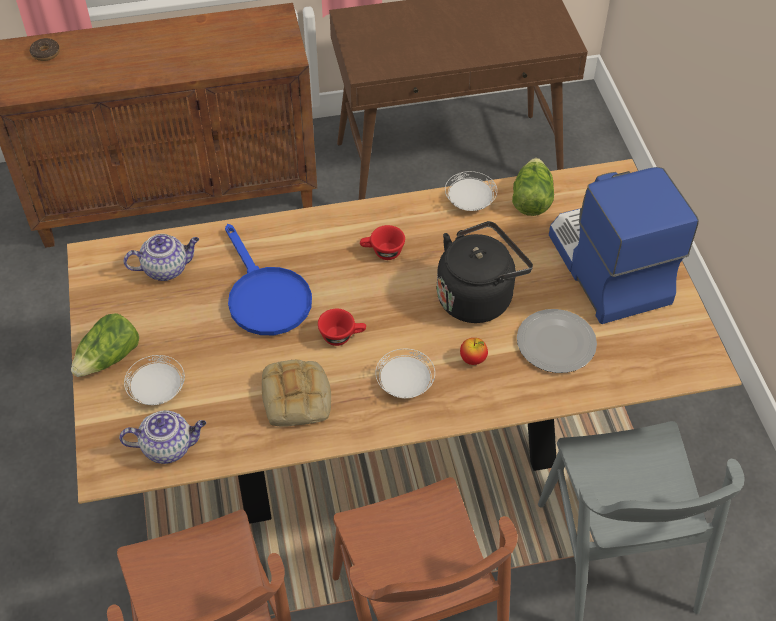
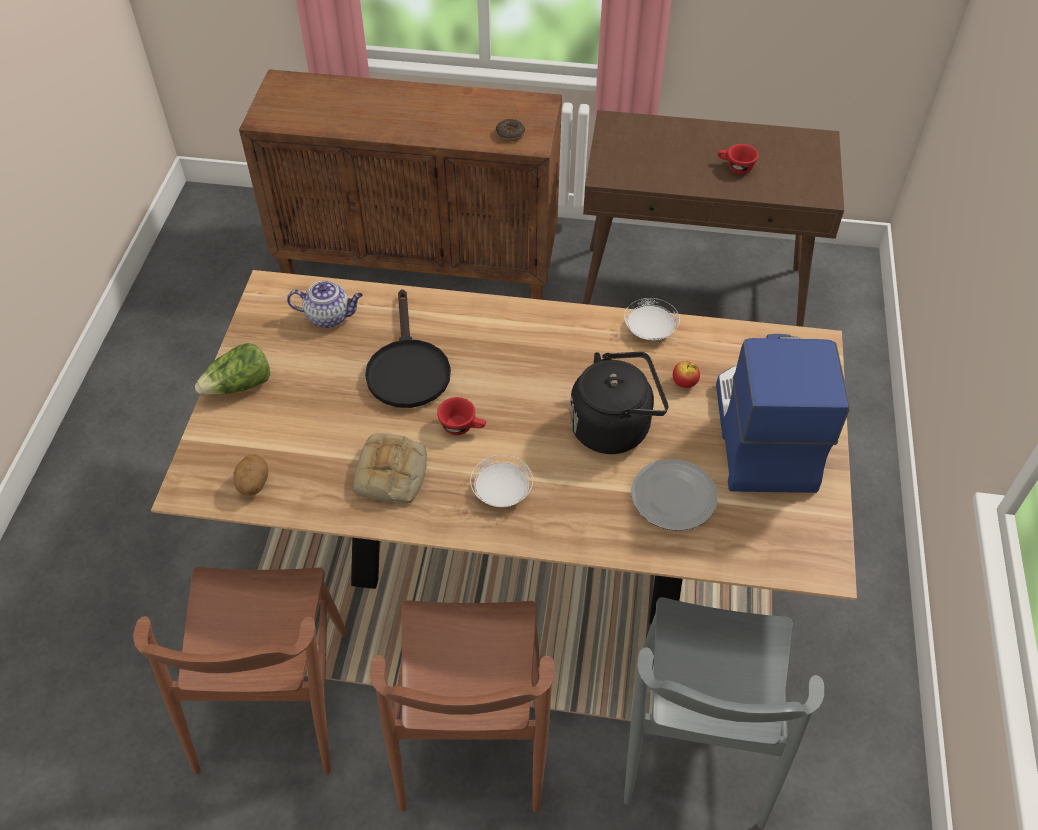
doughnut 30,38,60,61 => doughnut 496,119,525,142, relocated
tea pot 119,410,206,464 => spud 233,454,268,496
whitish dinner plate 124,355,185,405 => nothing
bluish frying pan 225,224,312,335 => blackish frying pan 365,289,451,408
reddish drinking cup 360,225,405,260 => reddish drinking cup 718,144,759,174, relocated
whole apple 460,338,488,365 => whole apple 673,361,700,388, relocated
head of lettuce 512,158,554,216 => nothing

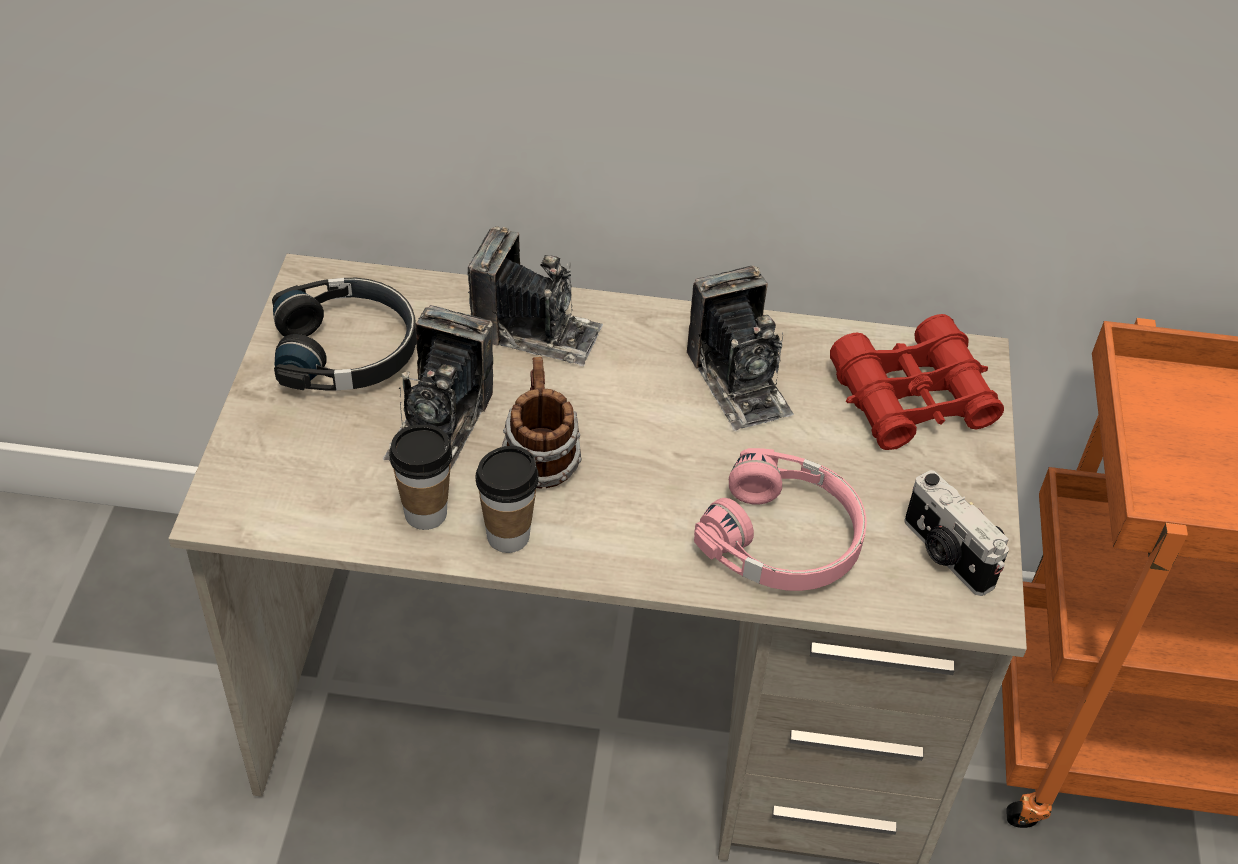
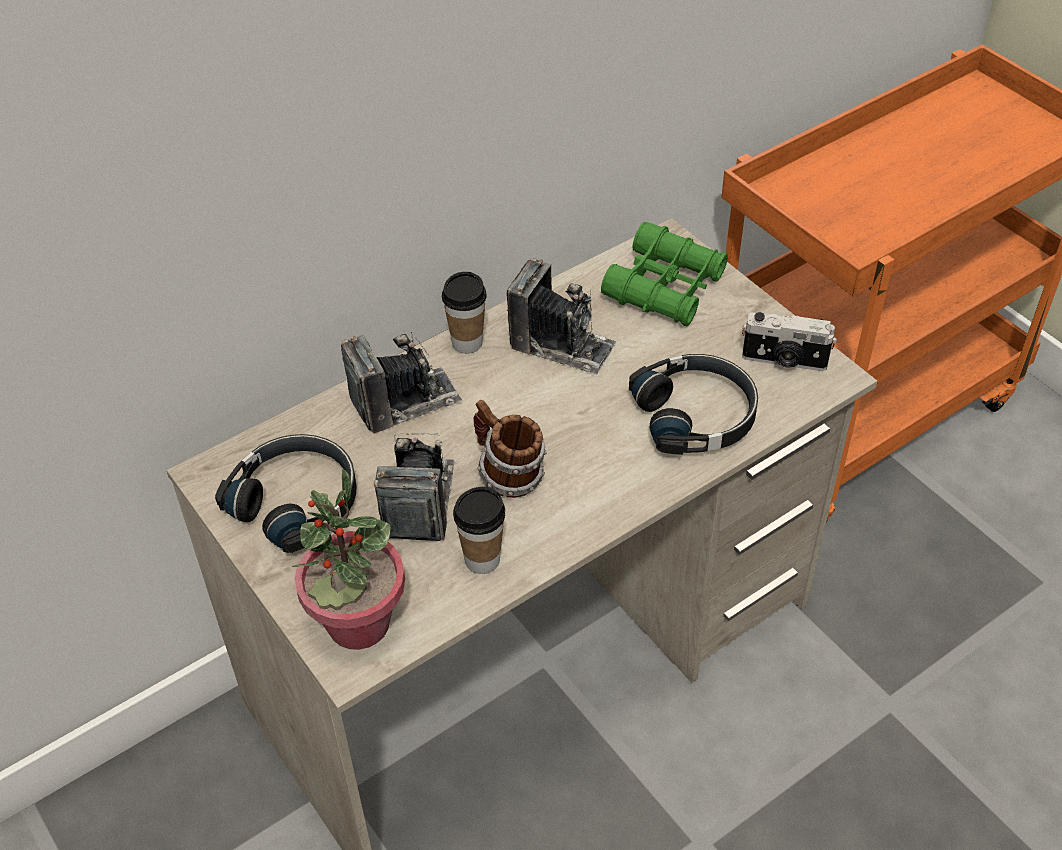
photo camera 383,305,493,470 => photo camera 373,433,456,541, 150 degrees counterclockwise
drinking cup 475,446,539,553 => drinking cup 442,272,487,354, relocated
pinkish headphones 694,448,867,591 => blackish headphones 629,354,758,455
reddish field glasses 830,314,1004,450 => green field glasses 601,222,728,326
nothing => plant in a pot 292,469,405,650

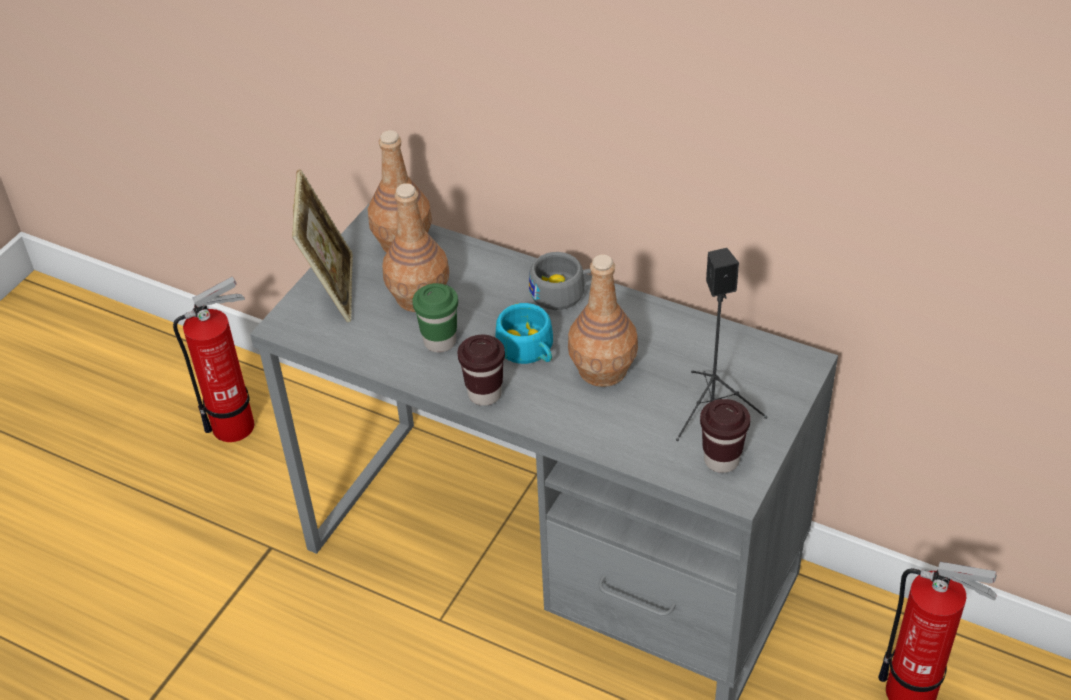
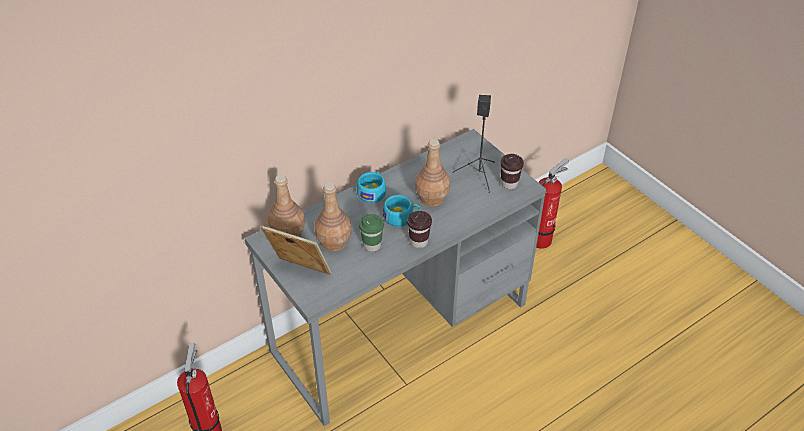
gray drinking cup 529,252,591,310 => turquoise drinking cup 357,171,386,203

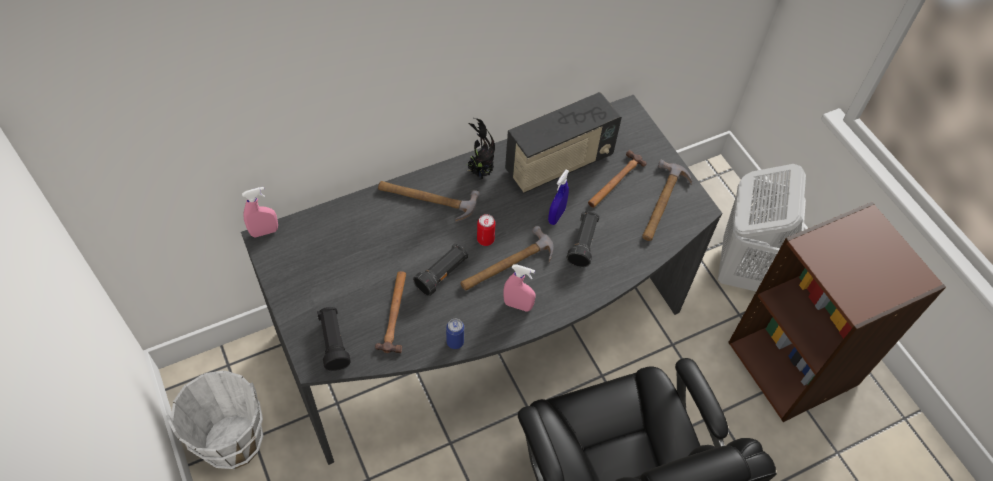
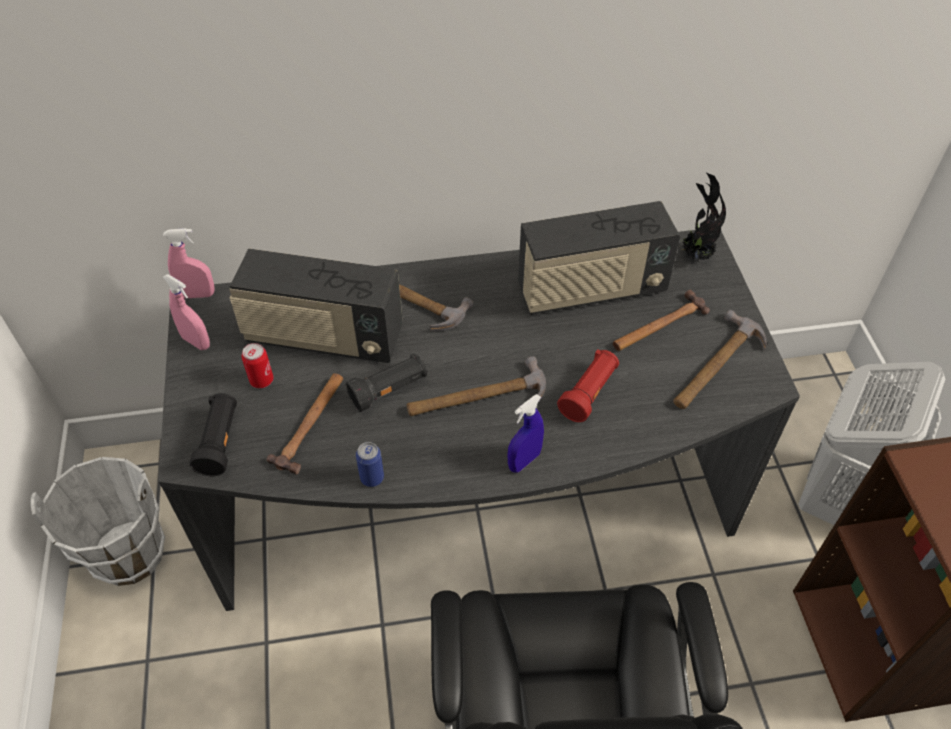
plant in a pot 467,118,495,180 => plant in a pot 682,173,726,262, relocated
sealed can 477,214,496,246 => sealed can 242,343,273,388, relocated
pinkish spray bottle 503,264,536,312 => pinkish spray bottle 163,274,210,350, relocated
bluish spray bottle 548,170,569,225 => bluish spray bottle 508,394,544,473, relocated
blackish flashlight 567,211,599,267 => reddish flashlight 557,349,619,422
nothing => radio receiver 229,248,403,363

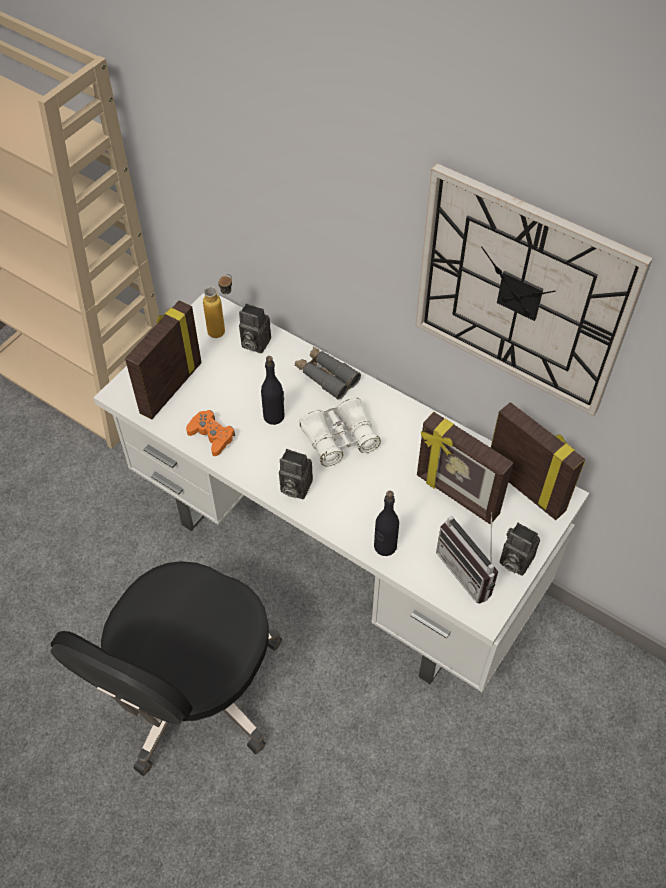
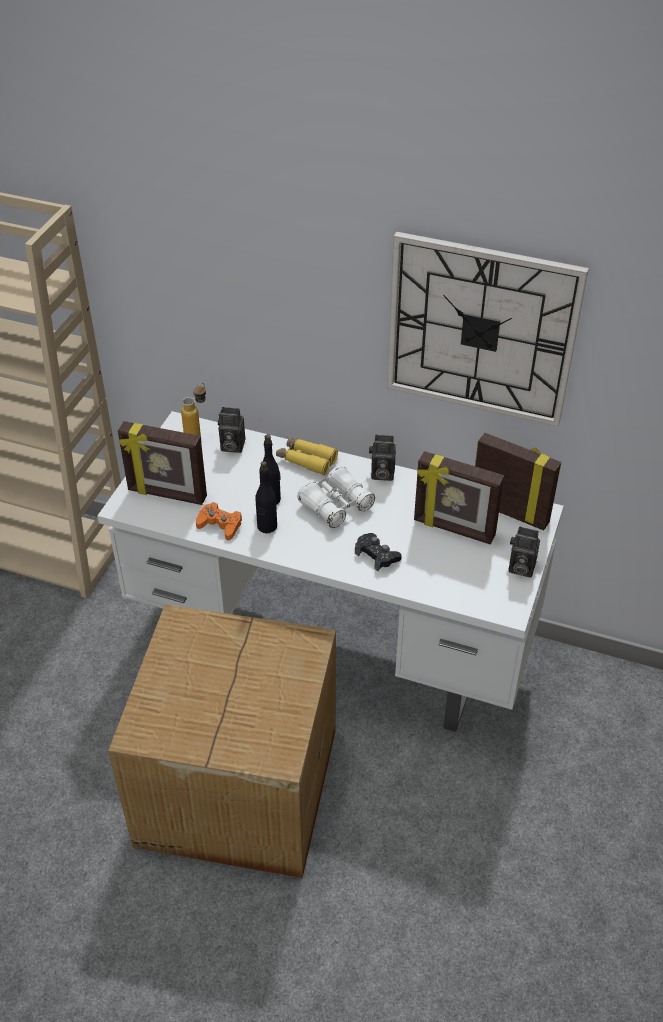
blackish desk chair 50,561,282,776 => carton 108,604,336,878
photo frame 125,300,202,419 => photo frame 118,421,207,505, 90 degrees counterclockwise
photo camera 279,449,313,499 => photo camera 369,435,396,481, relocated
gray field glasses 295,346,361,400 => yellow field glasses 276,437,338,475
blackish beverage bottle 374,491,399,556 => blackish beverage bottle 255,461,277,533, relocated
radio receiver 436,512,499,604 => nothing
nothing => blackish joypad 355,533,402,571

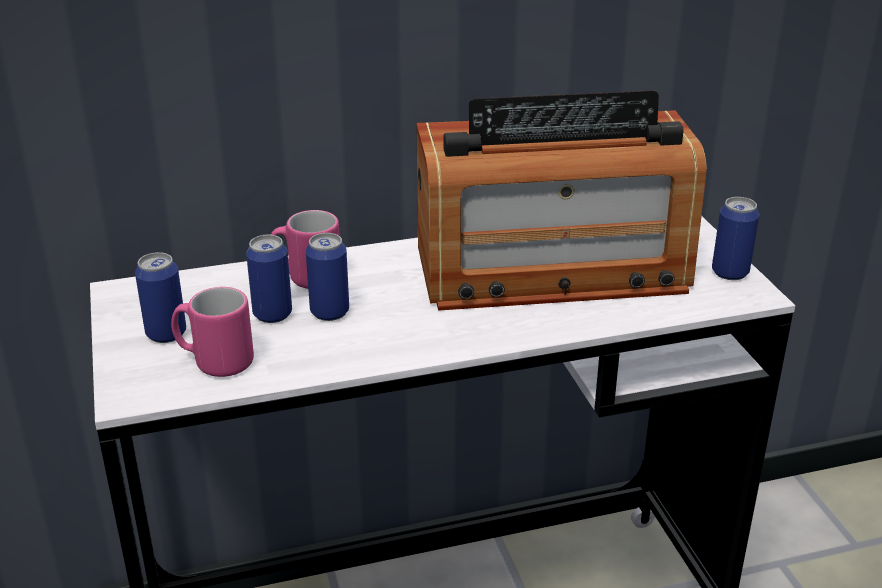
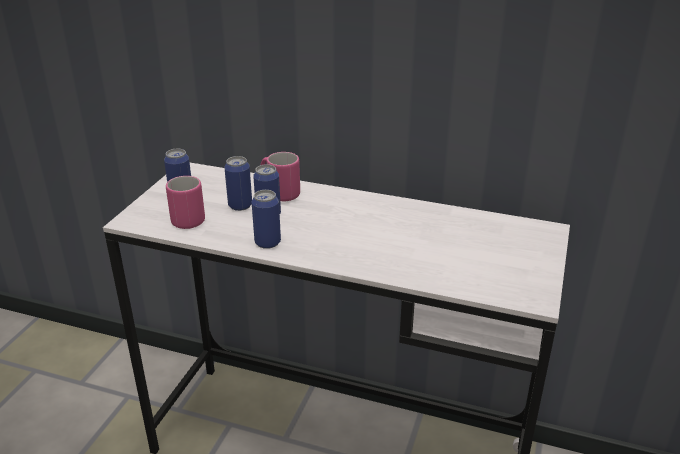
radio receiver 416,90,707,311 => nothing
sealed can 712,197,759,280 => sealed can 252,190,281,249, relocated

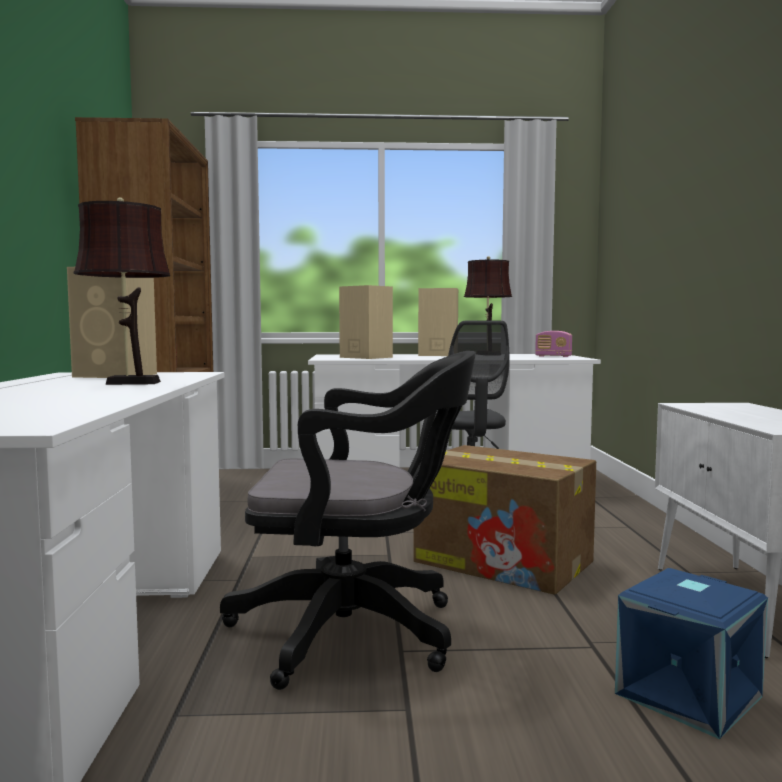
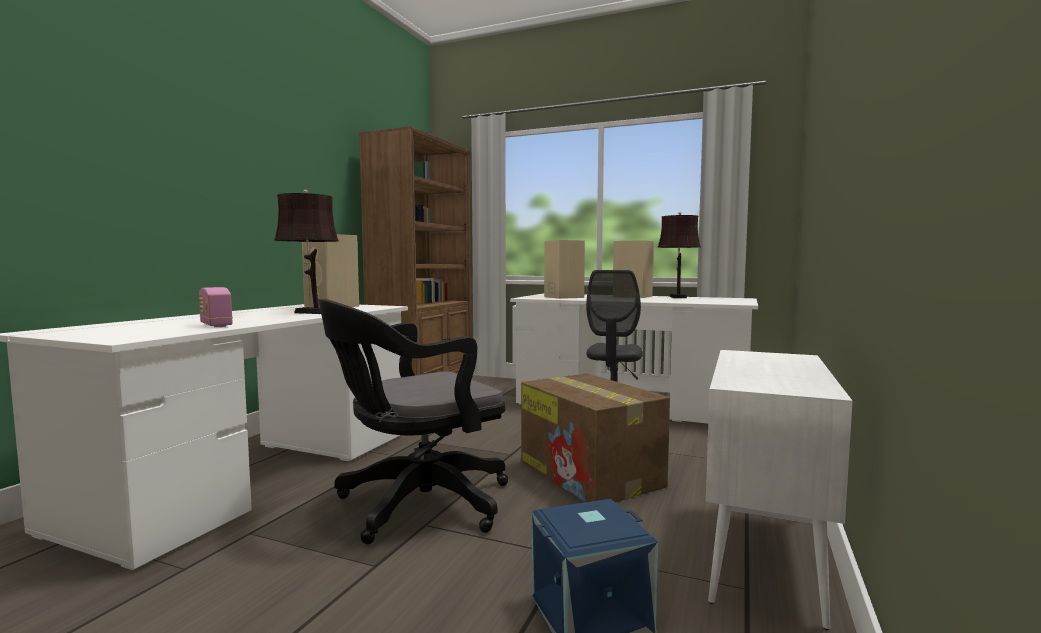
blackish desk chair 220,351,476,690 => blackish desk chair 318,299,508,544, 120 degrees clockwise
radio receiver 535,331,572,357 => radio receiver 199,287,233,327, relocated

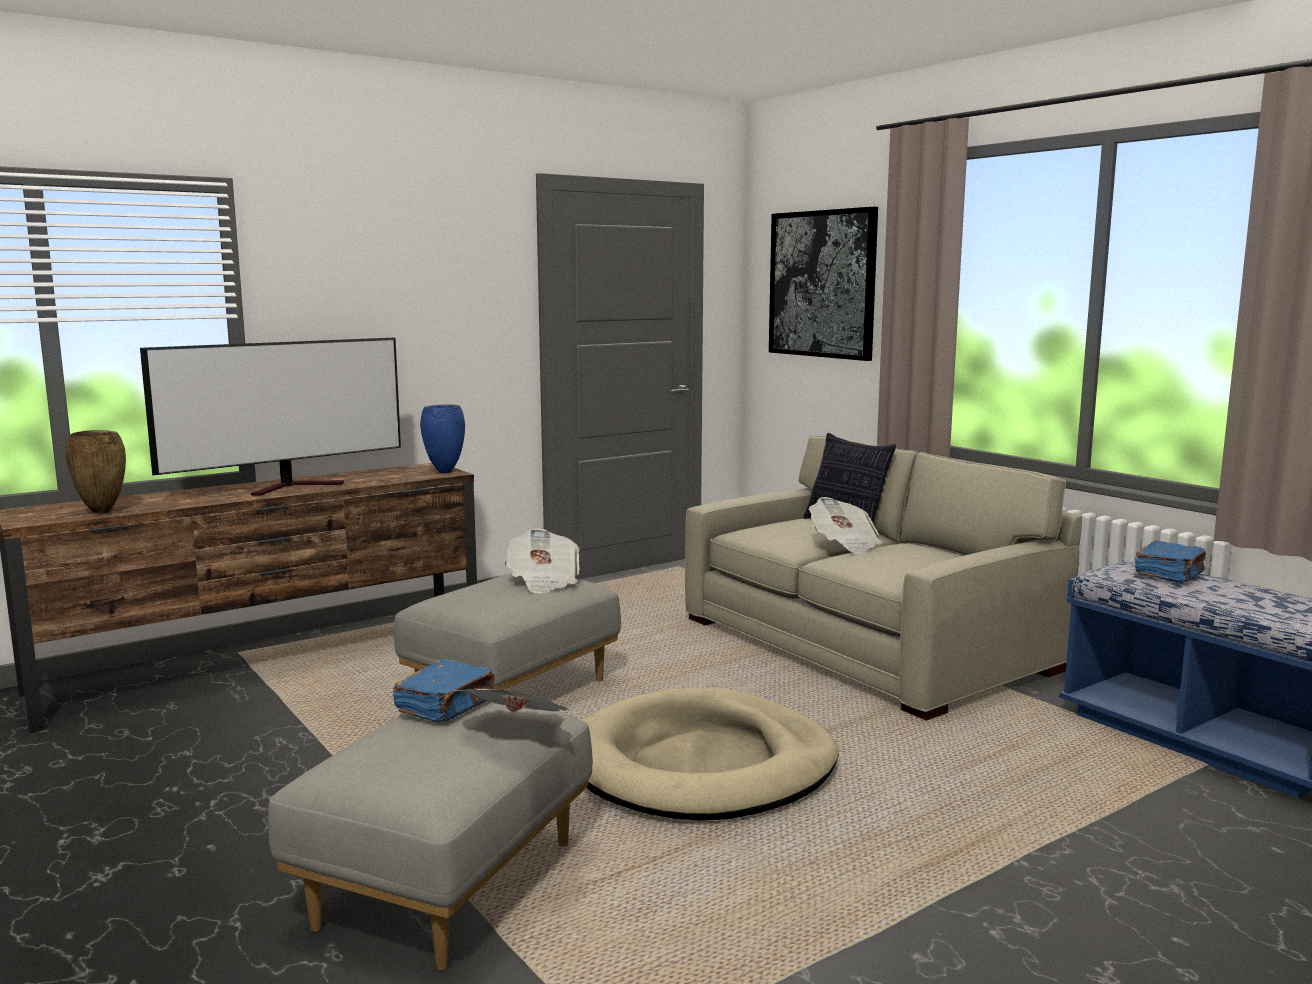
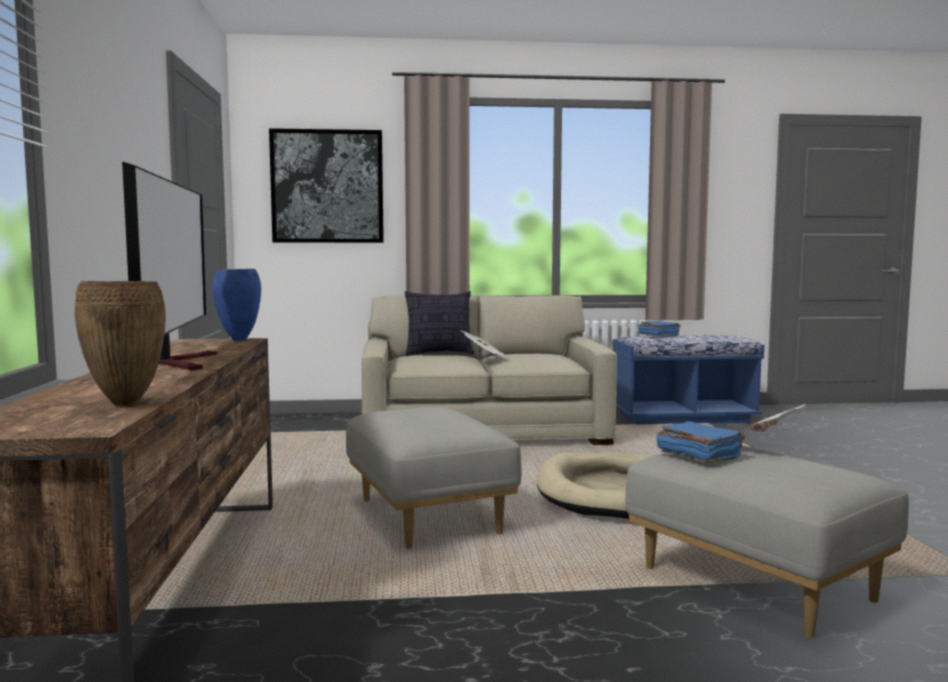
newspaper 504,529,580,594 => nothing

